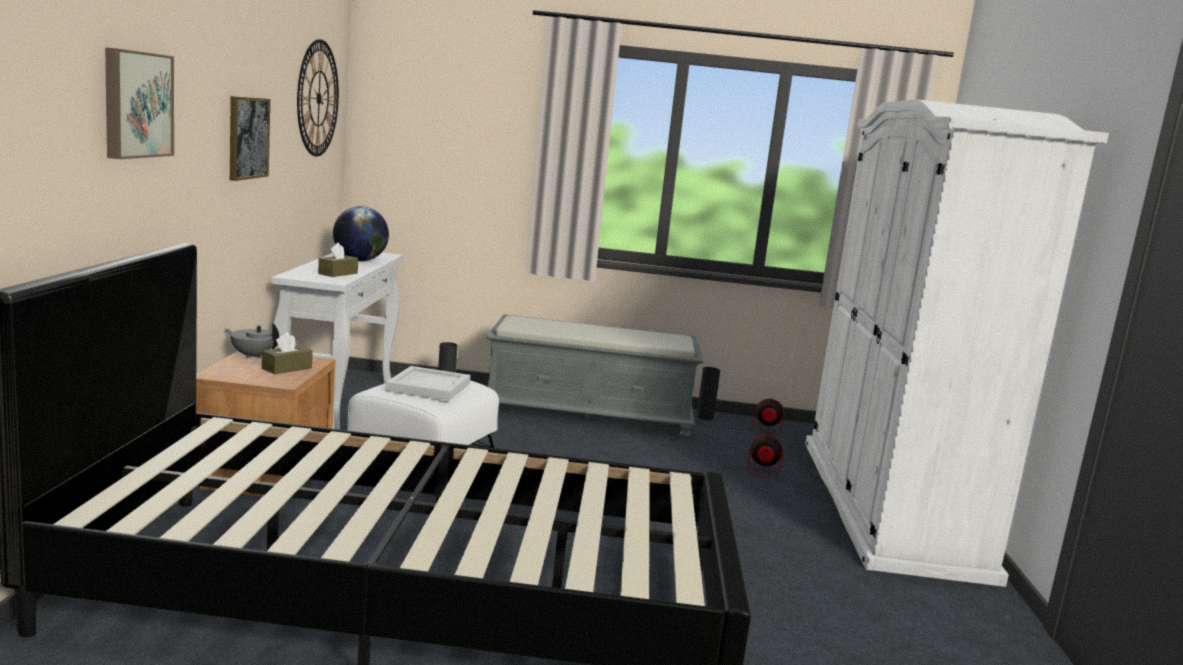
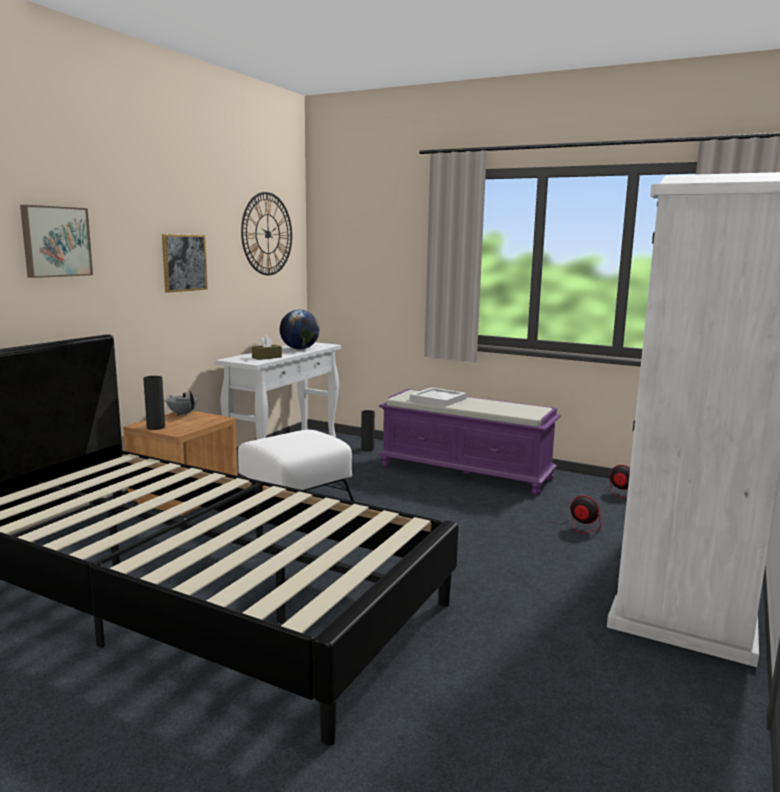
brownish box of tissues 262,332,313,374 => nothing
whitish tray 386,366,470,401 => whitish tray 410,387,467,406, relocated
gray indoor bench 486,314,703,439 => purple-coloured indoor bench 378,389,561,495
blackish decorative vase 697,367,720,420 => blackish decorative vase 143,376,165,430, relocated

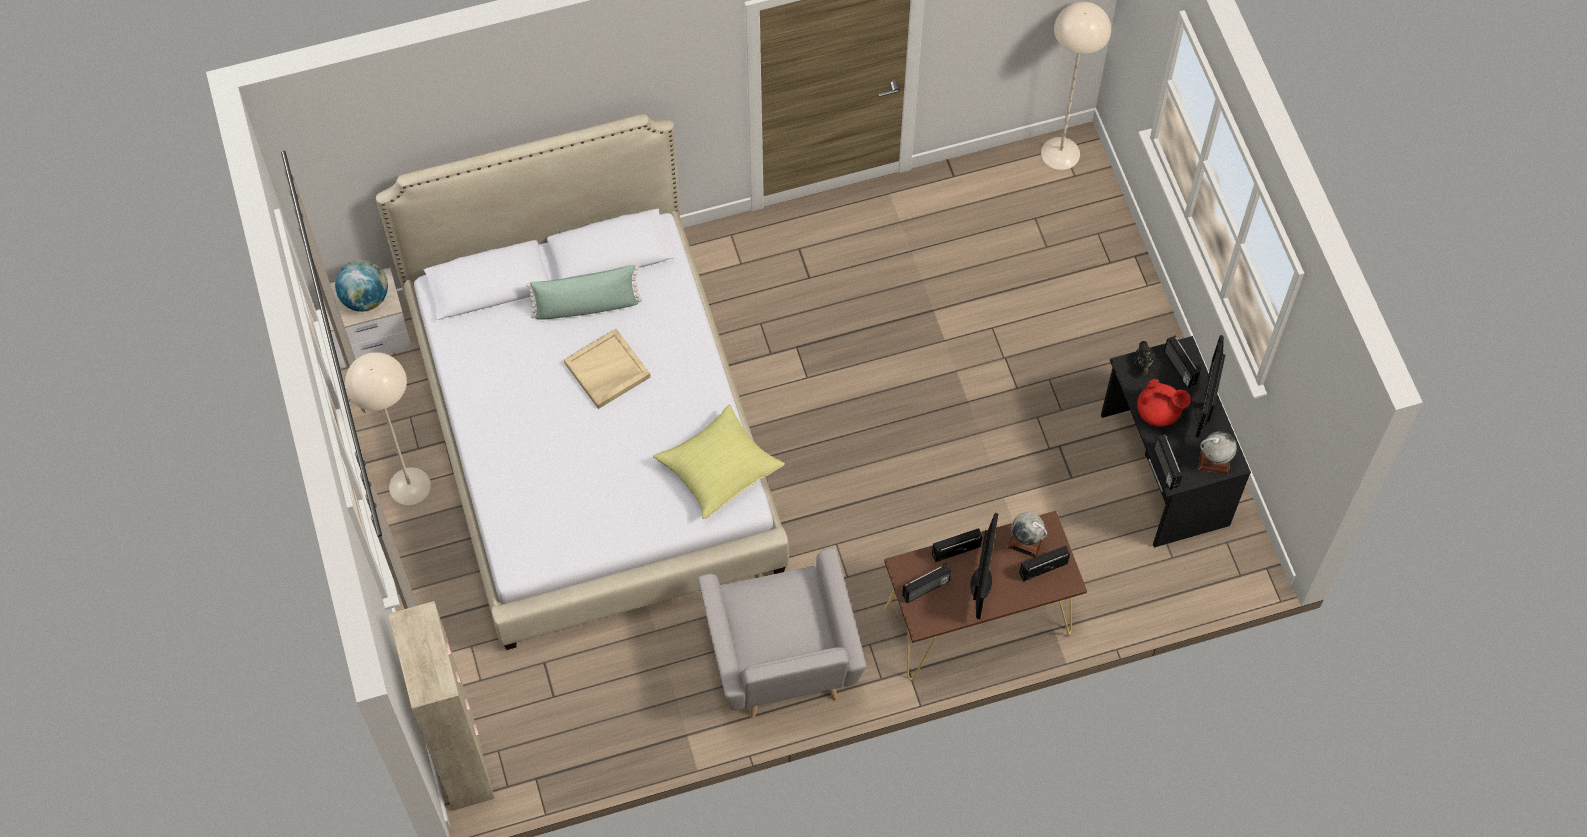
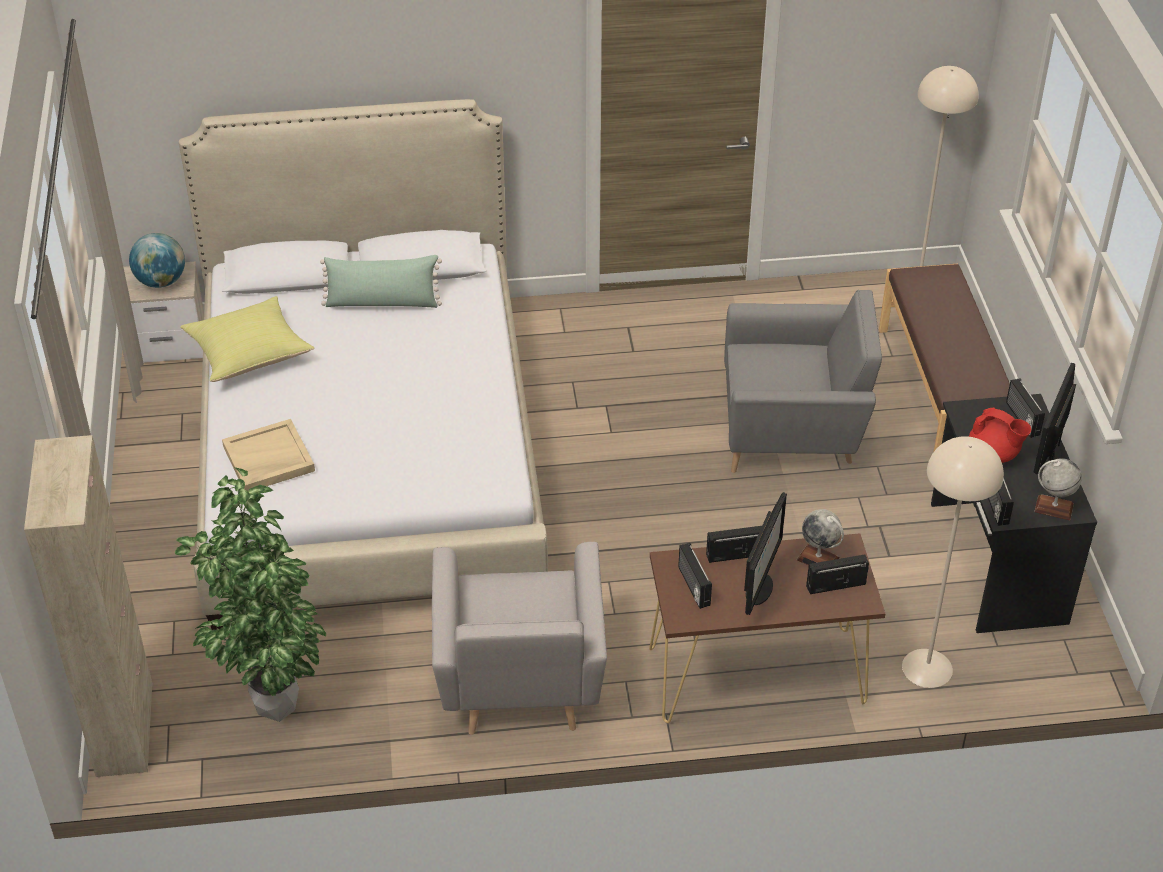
sand-coloured floor lamp 345,352,431,505 => sand-coloured floor lamp 902,436,1004,688, relocated
sand-coloured tray 564,329,651,409 => sand-coloured tray 222,419,315,491, relocated
yellow cushion 653,404,785,519 => yellow cushion 180,296,314,382, relocated
radio receiver 902,563,951,603 => radio receiver 678,543,712,609, 90 degrees clockwise
blackish tea pot 1134,341,1154,375 => nothing
nothing => plant in a pot 175,467,326,722
nothing => gray lounge chair 724,290,882,473
nothing => brownish indoor bench 879,264,1010,451

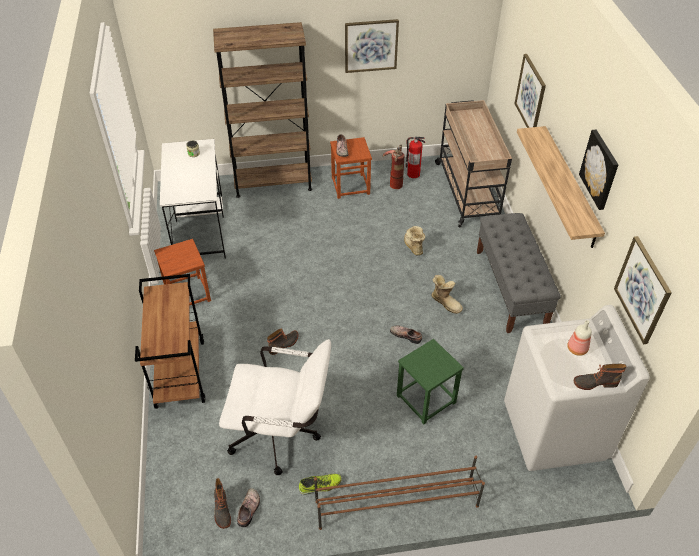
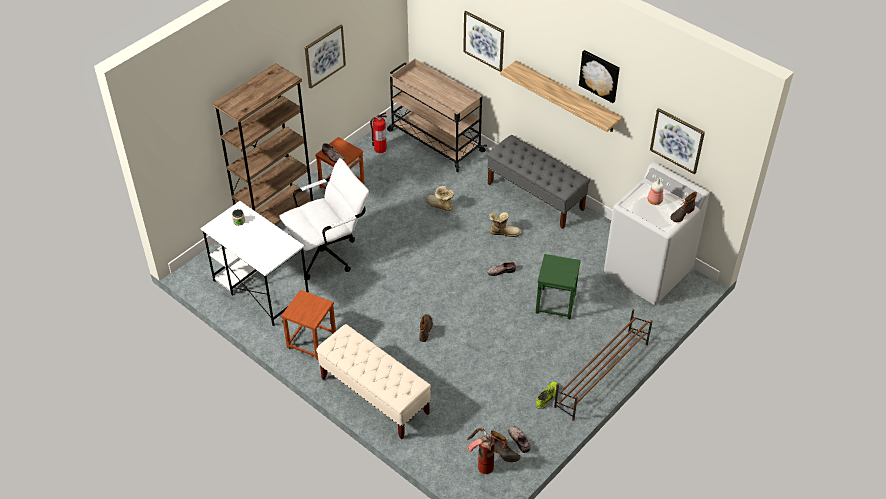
brownish cart 135,274,205,409 => sand-coloured indoor bench 316,324,431,439
whitish desk chair 219,339,331,475 => whitish desk chair 279,158,369,280, relocated
extinguisher 382,145,404,189 => extinguisher 466,428,495,474, relocated

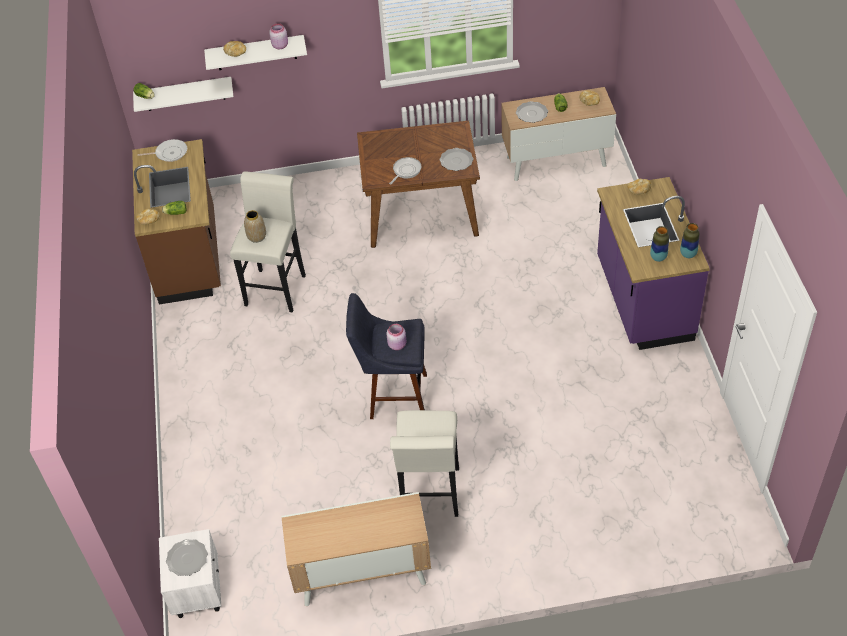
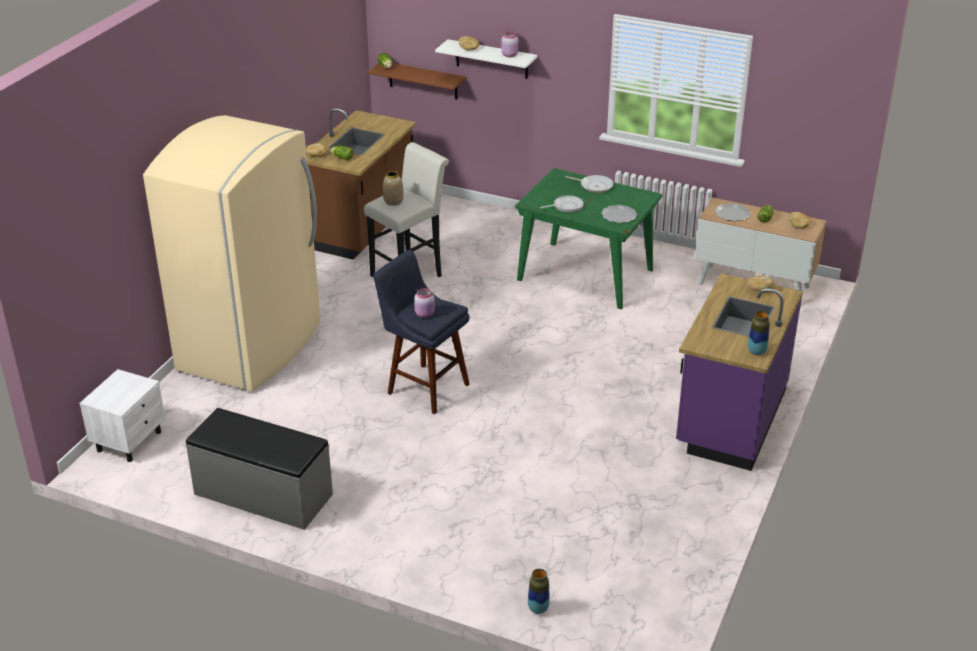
whitish bracket shelf 133,77,234,112 => brownish bracket shelf 368,63,466,99
frying pan 137,139,187,162 => frying pan 565,175,614,193, relocated
dinner plate 166,539,208,576 => nothing
cabinet 281,492,431,606 => gray indoor bench 186,408,333,530
brownish dinner table 357,121,480,248 => green dinner table 515,168,663,309
whitish stool seat 390,410,459,517 => nothing
decorative vase 650,226,669,262 => decorative vase 528,569,550,614, relocated
nothing => sand-coloured fridge 143,115,321,392

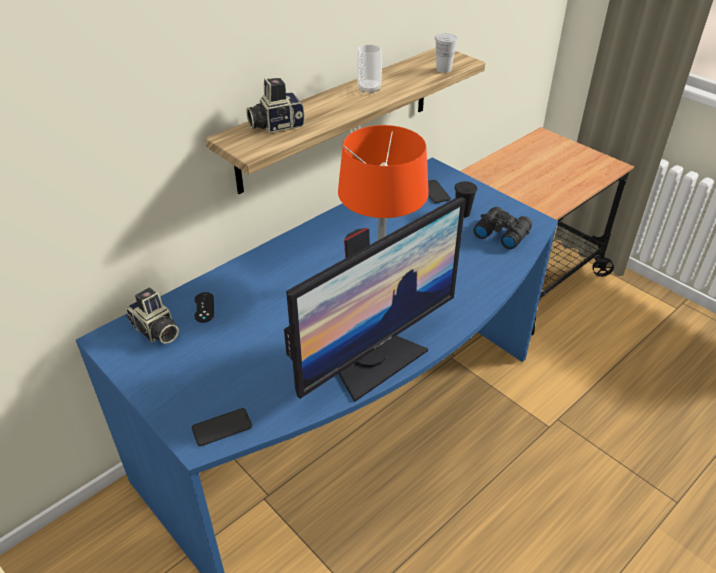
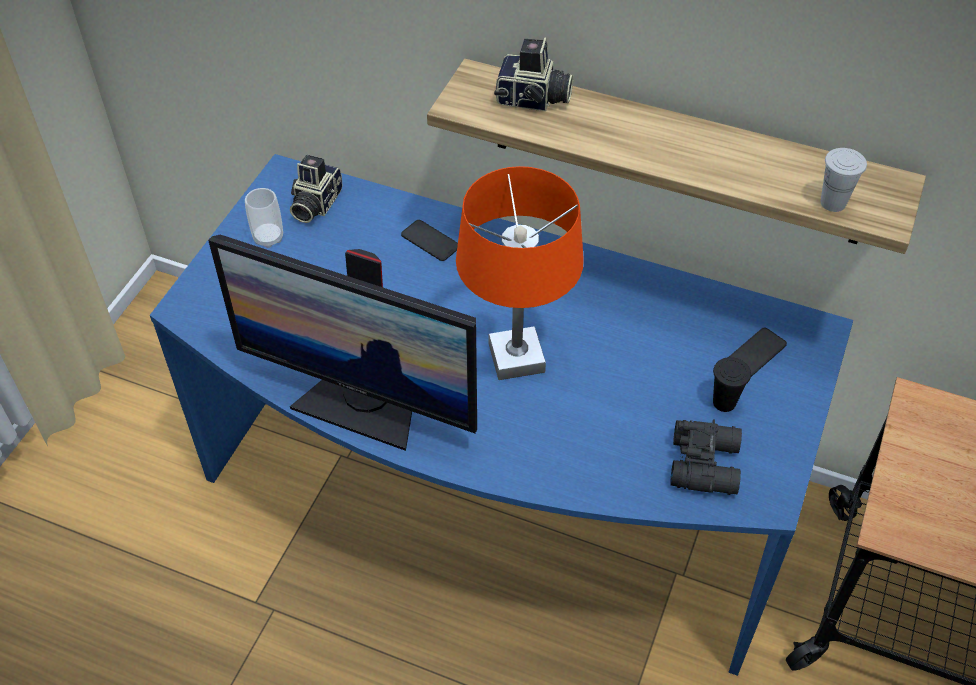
handset 192,408,252,446 => handset 401,220,458,261, relocated
blackish joypad 194,292,214,323 => nothing
photo camera 246,77,305,133 => photo camera 494,38,573,111, 150 degrees clockwise
drinking cup 357,44,382,94 => drinking cup 245,188,283,248, relocated

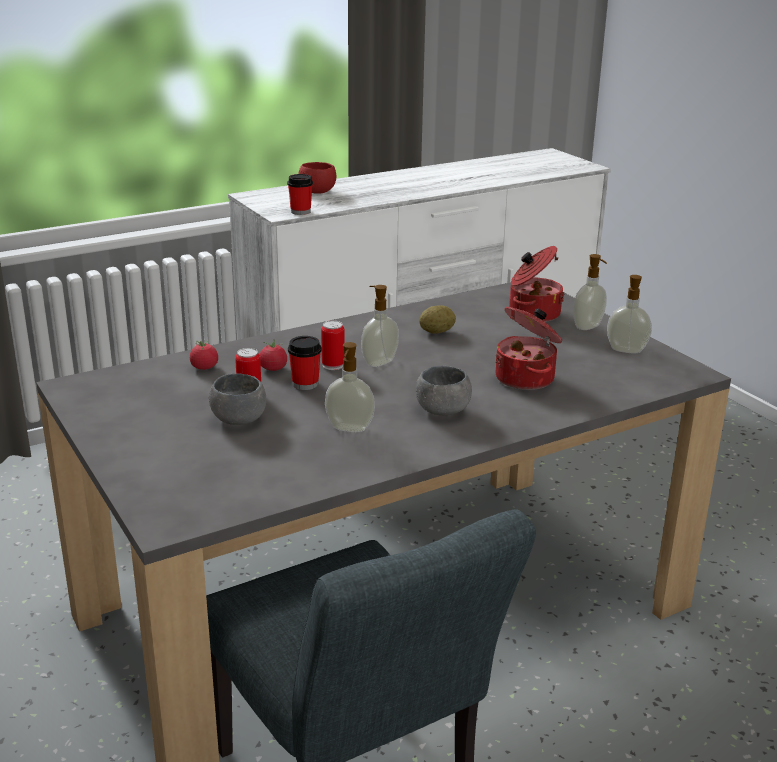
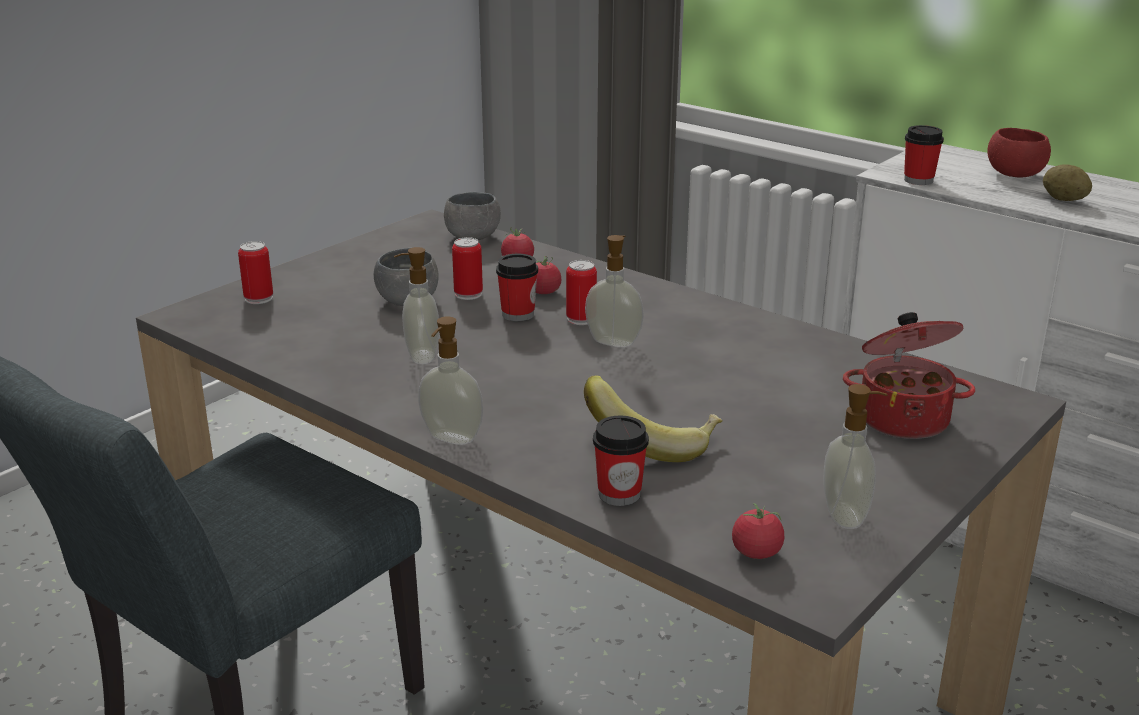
gray bowl 416,366,472,415 => gray bowl 444,192,501,240, relocated
spud 419,305,456,334 => spud 1043,164,1092,201, relocated
saucepot 495,307,562,390 => banana 584,375,723,462
liquid soap bottle 573,254,607,330 => liquid soap bottle 418,316,483,445, relocated
nothing => sealed can 238,241,273,304
nothing => drinking cup 593,415,649,506
nothing => fresh tomato 732,503,784,559

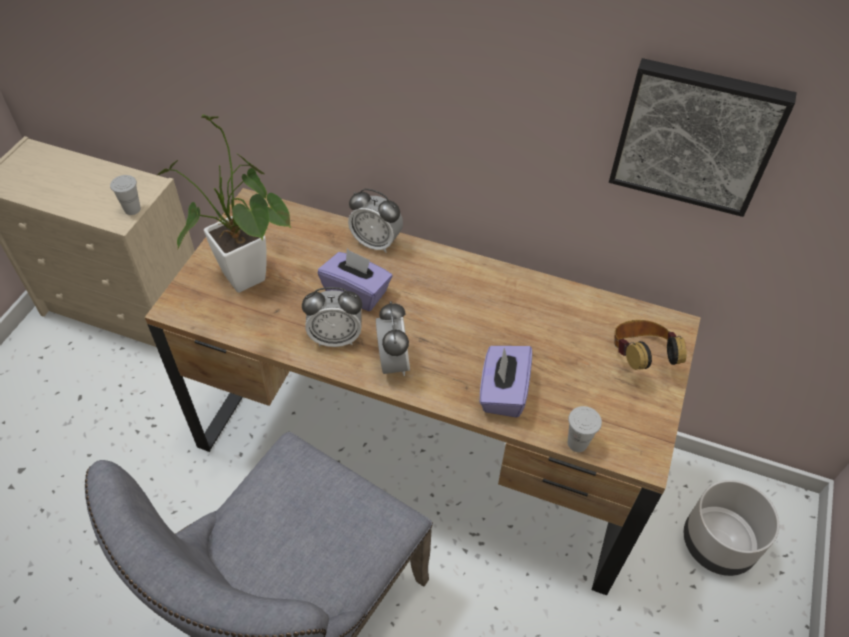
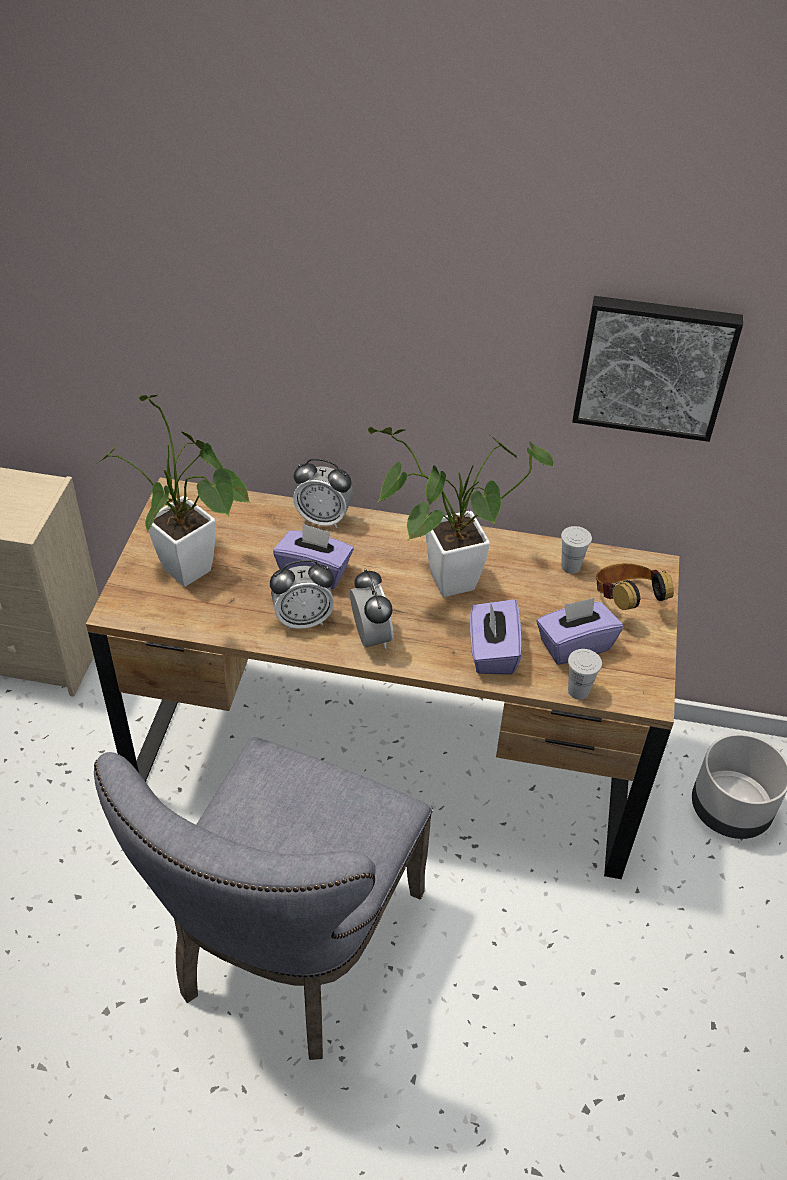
whitish drinking cup 110,175,141,215 => whitish drinking cup 561,526,592,574, relocated
nothing => plant in a pot 368,427,554,597
nothing => purple-coloured box of tissues 537,598,623,665

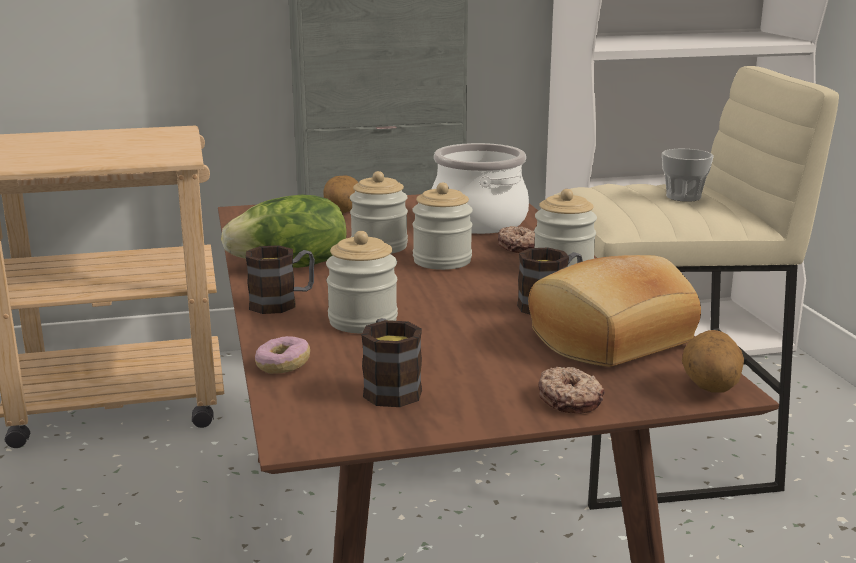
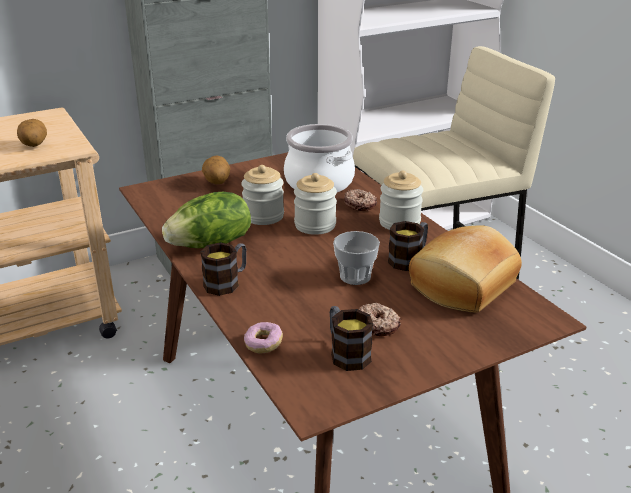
storage jar 326,231,398,333 => nothing
doughnut 539,367,605,414 => doughnut 359,303,401,336, relocated
drinking cup 662,149,714,202 => drinking cup 333,231,380,285, relocated
spud 682,330,744,392 => spud 17,119,47,147, relocated

